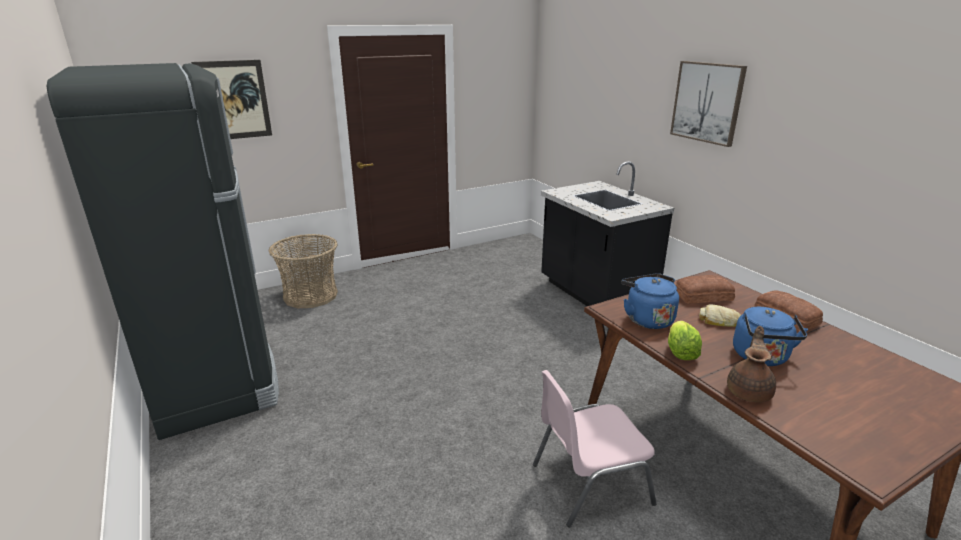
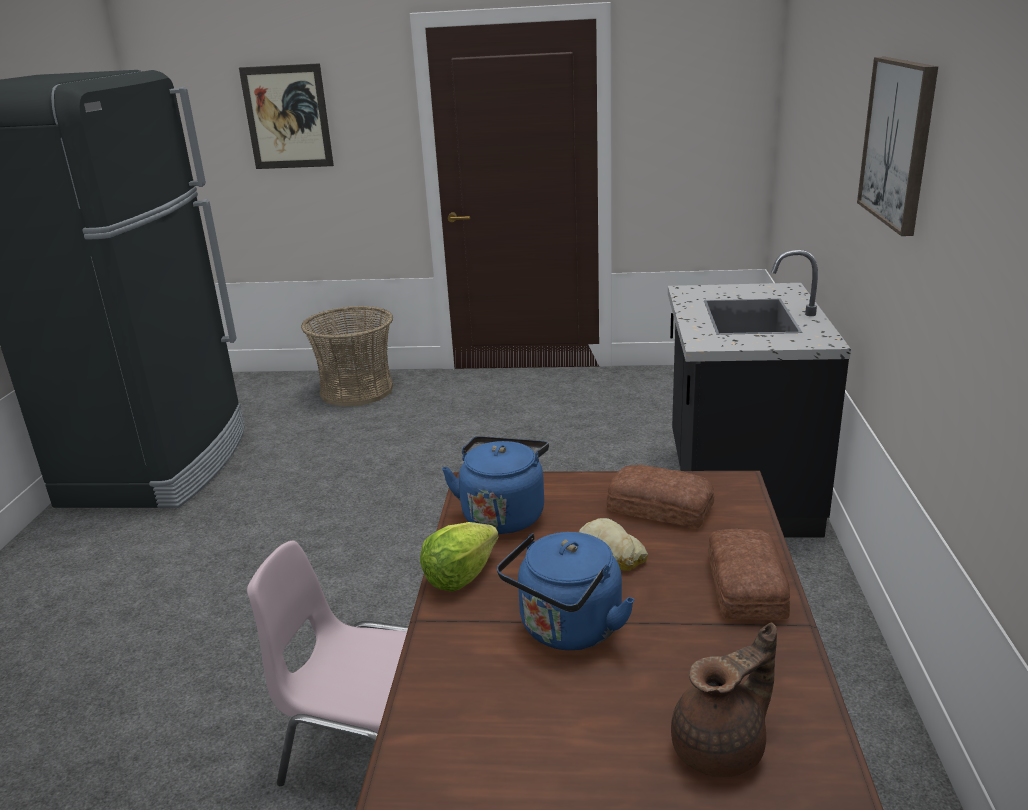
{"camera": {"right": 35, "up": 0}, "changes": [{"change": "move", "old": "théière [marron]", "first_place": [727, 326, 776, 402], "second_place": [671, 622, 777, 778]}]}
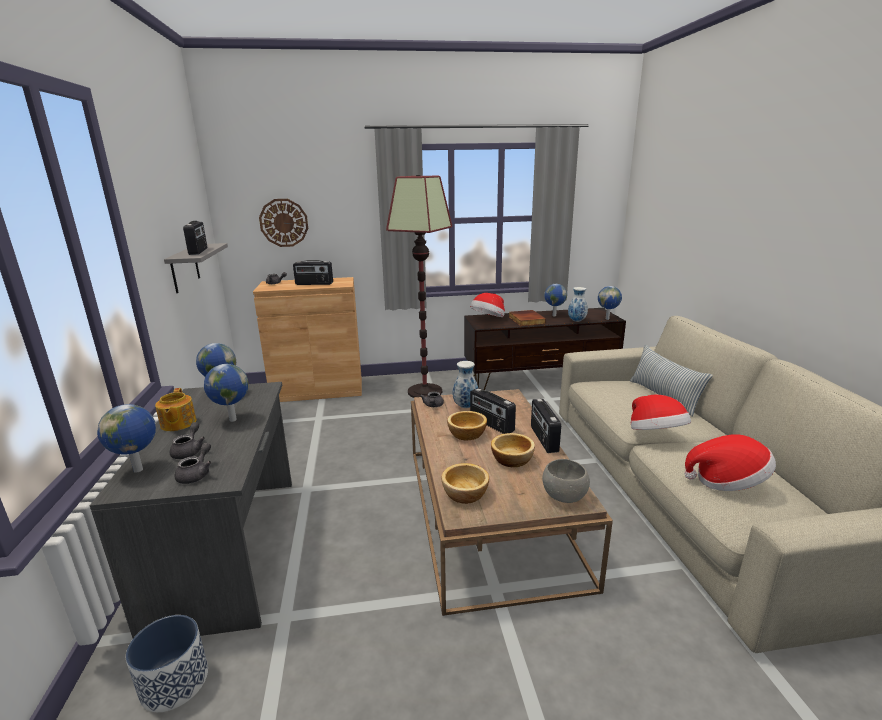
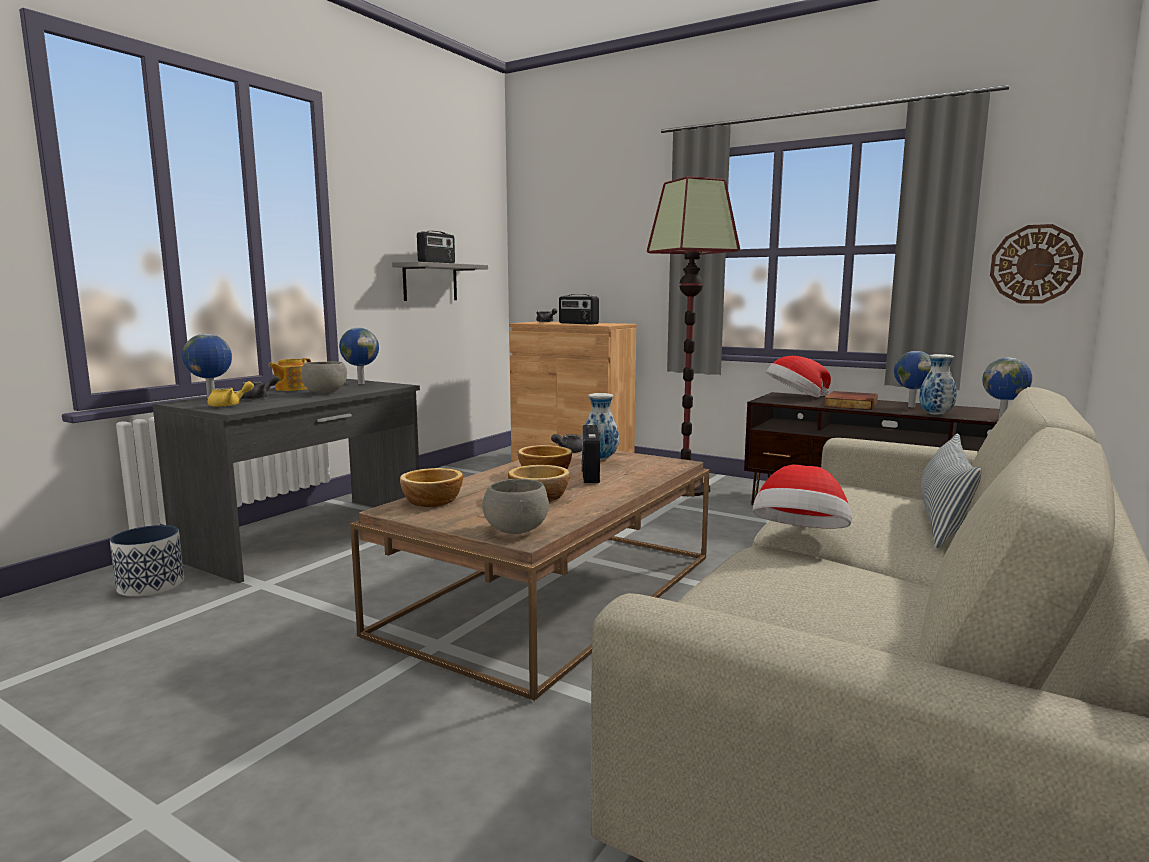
{"camera": {"right": 40, "up": -10}, "changes": [{"change": "recolor", "old": "théière [gris]", "new": "théière [jaune]", "first_place": [175, 443, 212, 484], "second_place": [208, 381, 254, 407]}, {"change": "replace", "old": "globe", "new": "bol [gris]", "first_place": [204, 364, 249, 422], "second_place": [301, 361, 347, 394]}, {"change": "move", "old": "horloge murale", "first_place": [259, 199, 308, 247], "second_place": [990, 224, 1083, 304]}, {"change": "delete", "old": "radio", "first_place": [531, 399, 561, 453]}, {"change": "delete", "old": "chapeau", "first_place": [684, 434, 776, 491]}]}
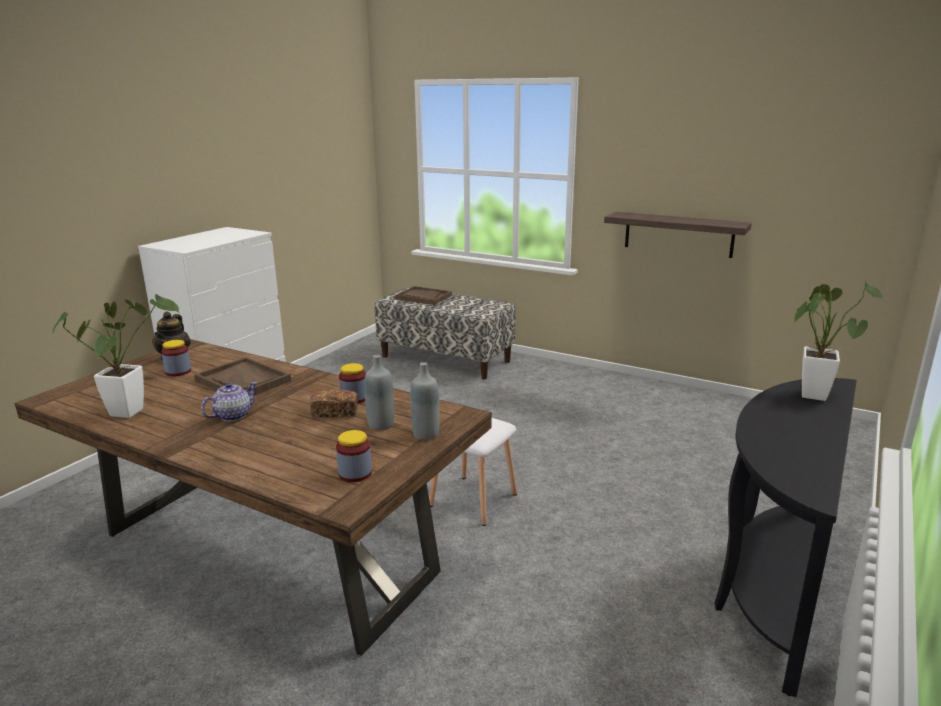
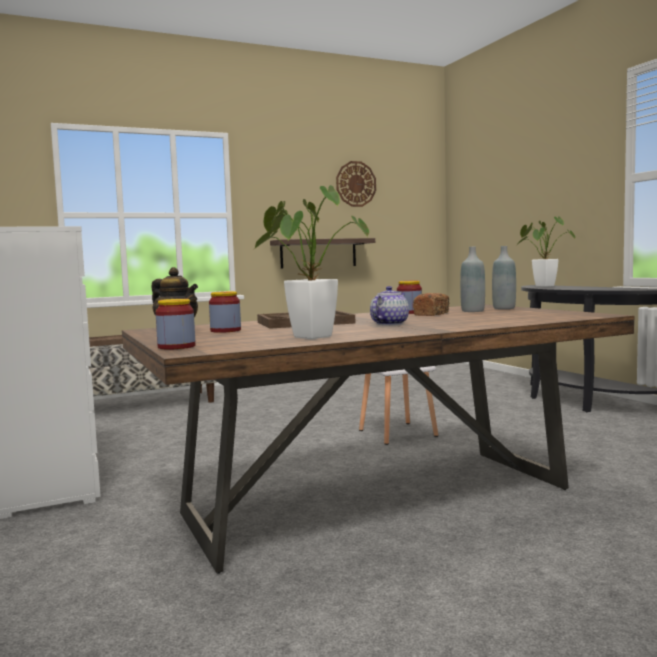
{"camera": {"right": -55, "up": -15}, "changes": [{"change": "move", "old": "bocal", "first_place": [336, 430, 372, 482], "second_place": [156, 299, 195, 349]}, {"change": "insert", "new": "horloge murale", "second_place": [336, 161, 376, 207]}, {"change": "rotate", "old": "théière", "first_place": [201, 382, 257, 421], "second_place": [370, 286, 409, 325], "degrees": 45}]}
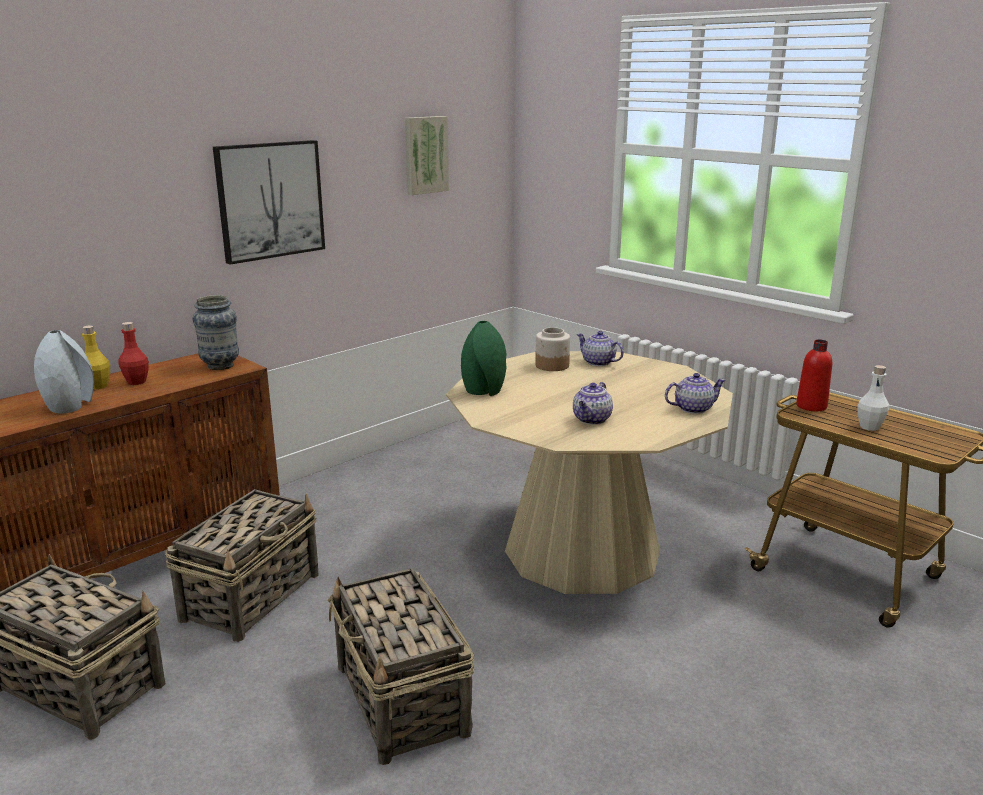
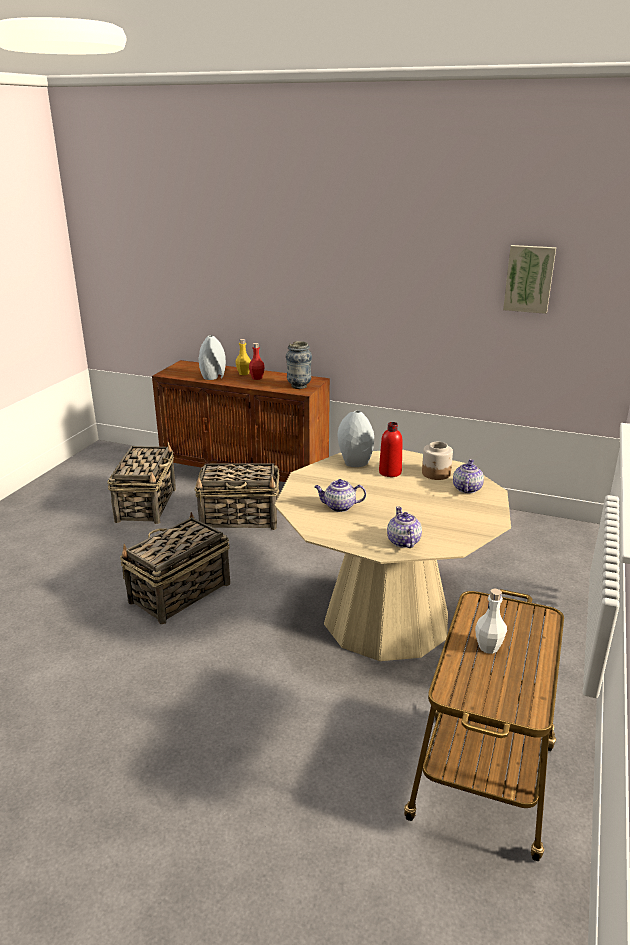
{"camera": {"right": 65, "up": 5}, "changes": [{"change": "recolor", "old": "vase [vert]", "new": "vase [gris]", "first_place": [461, 321, 507, 396], "second_place": [338, 410, 374, 467]}, {"change": "move", "old": "bouteille [rouge]", "first_place": [796, 340, 832, 411], "second_place": [379, 422, 403, 477]}, {"change": "rotate", "old": "théière", "first_place": [665, 373, 726, 414], "second_place": [387, 507, 422, 548], "degrees": -150}, {"change": "delete", "old": "tableau", "first_place": [213, 140, 325, 265]}]}
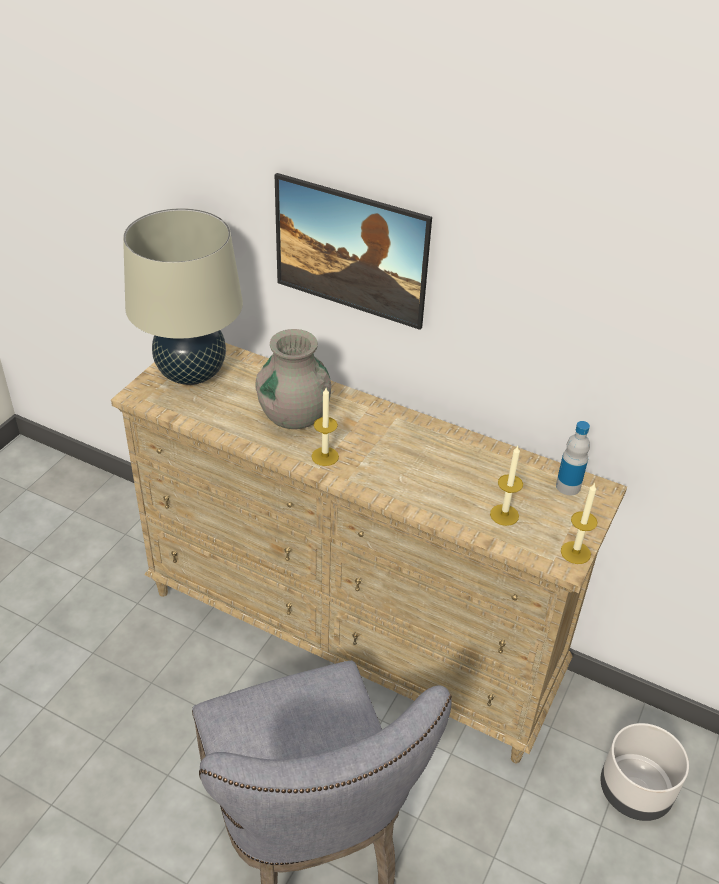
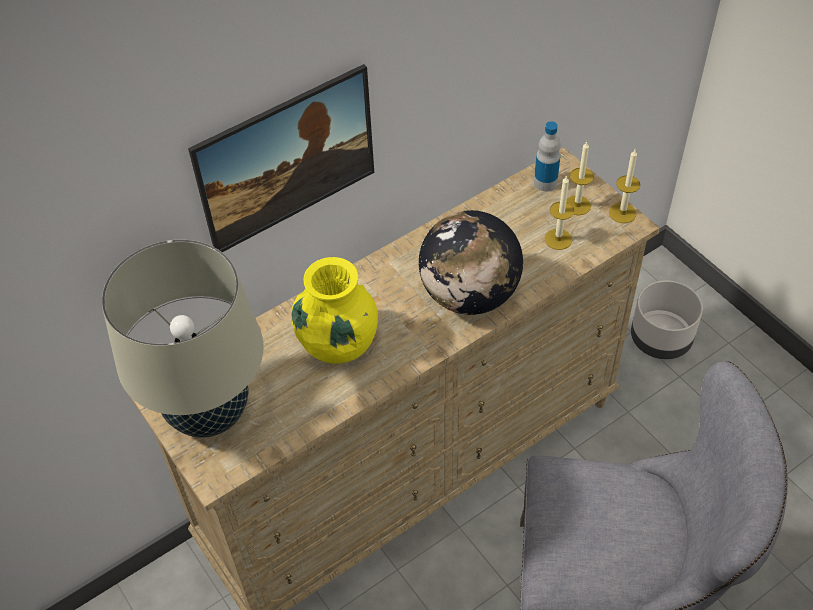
{"camera": {"right": -60, "up": 10}, "changes": [{"change": "recolor", "old": "vase [gris]", "new": "vase [jaune]", "first_place": [255, 329, 331, 429], "second_place": [291, 257, 378, 364]}, {"change": "insert", "new": "globe", "second_place": [419, 210, 523, 315]}, {"change": "move", "old": "bougie", "first_place": [311, 388, 339, 466], "second_place": [566, 142, 594, 216]}]}
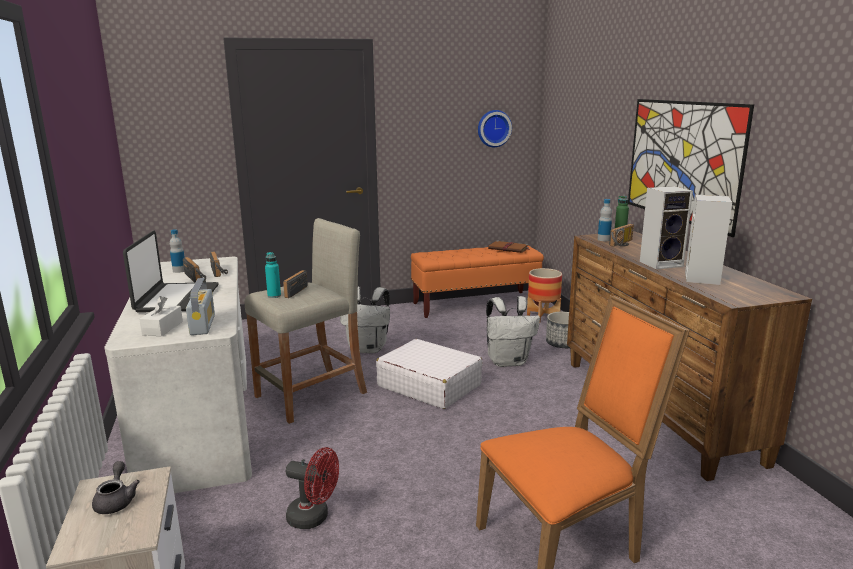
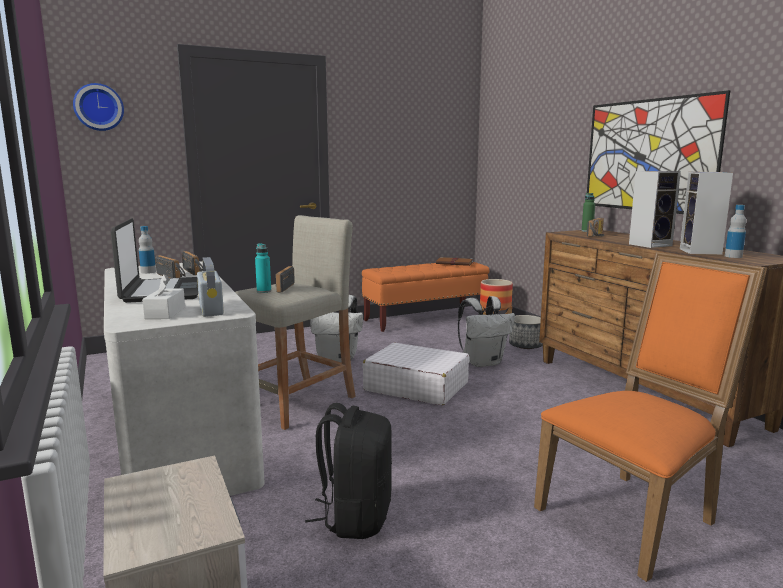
{"camera": {"right": -10, "up": -5}, "changes": [{"change": "move", "old": "horloge murale", "first_place": [478, 110, 512, 147], "second_place": [73, 83, 124, 131]}, {"change": "replace", "old": "ventilateur [rouge]", "new": "sac à dos [noir]", "first_place": [286, 447, 339, 529], "second_place": [305, 403, 392, 539]}, {"change": "move", "old": "bouteille", "first_place": [598, 199, 612, 241], "second_place": [725, 205, 746, 258]}, {"change": "delete", "old": "théière [gris]", "first_place": [92, 461, 140, 514]}]}
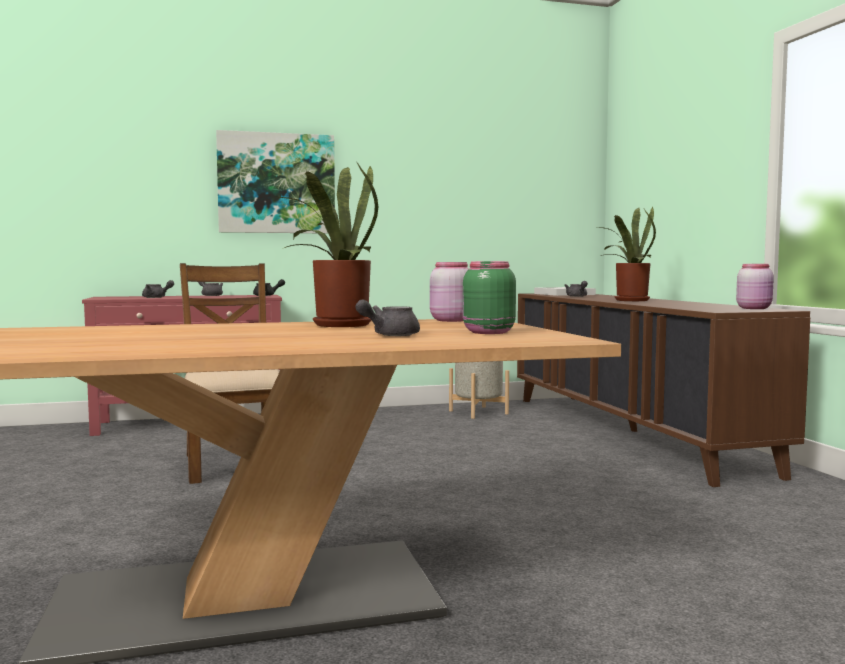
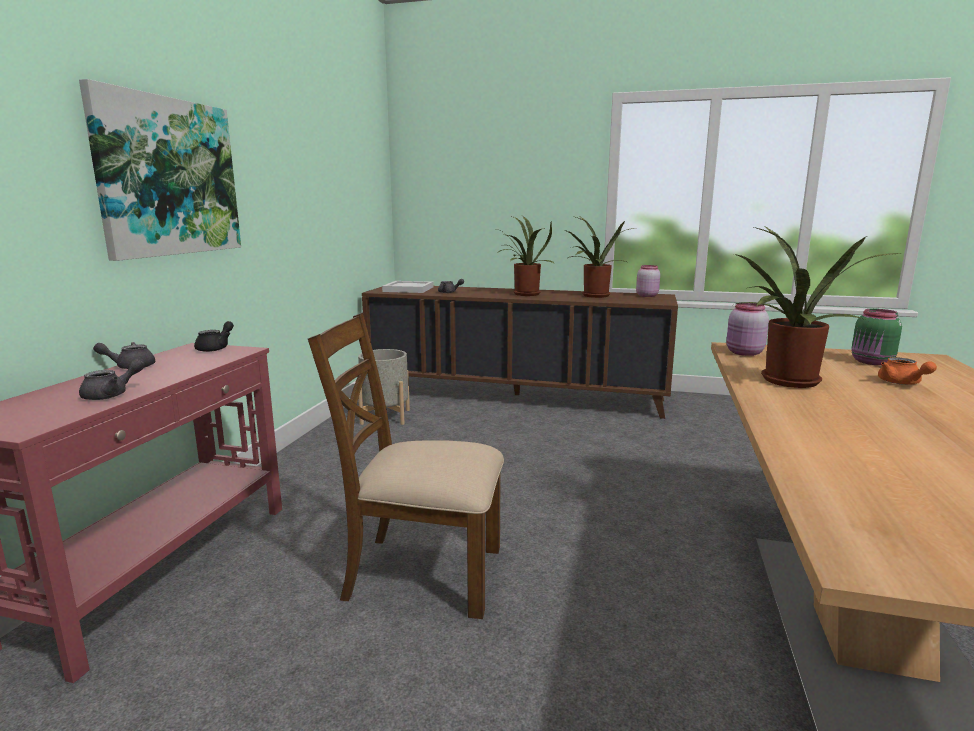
{"camera": {"right": -60, "up": 10}, "changes": [{"change": "insert", "new": "plante en pot", "second_place": [564, 217, 635, 298]}, {"change": "recolor", "old": "théière [gris]", "new": "théière [orange]", "first_place": [356, 299, 420, 336], "second_place": [878, 357, 937, 385]}]}
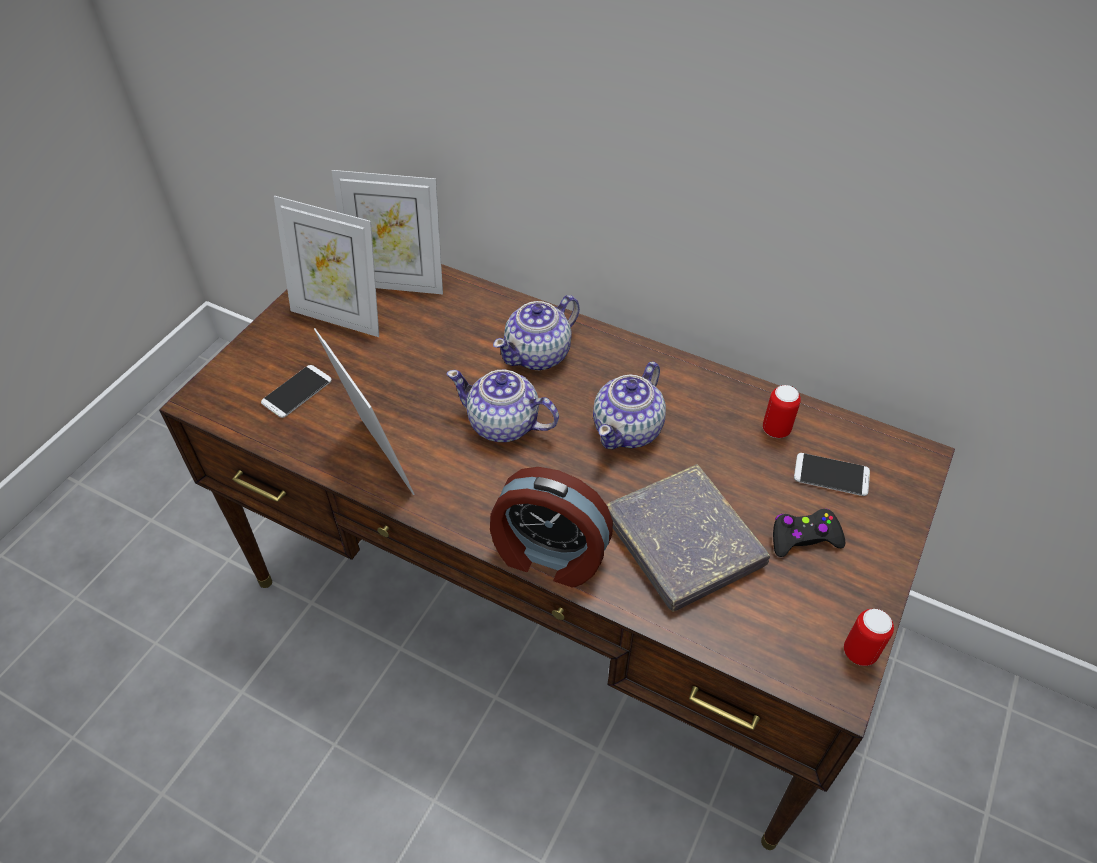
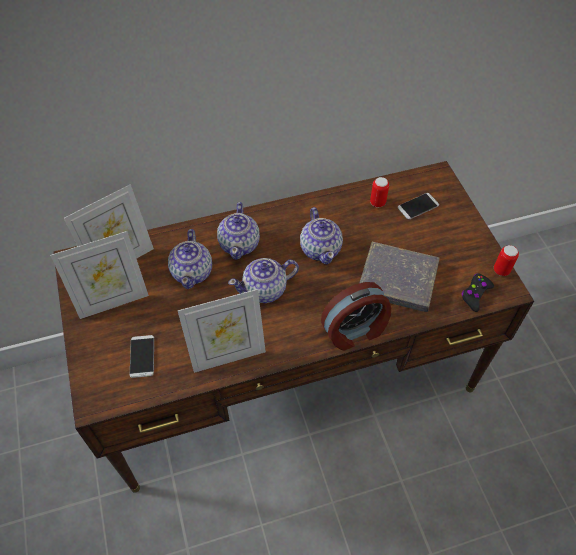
{"camera": {"right": -45, "up": 5}, "changes": [{"change": "insert", "new": "théière", "second_place": [168, 229, 212, 289]}, {"change": "rotate", "old": "cadre photo", "first_place": [314, 328, 414, 495], "second_place": [177, 289, 266, 373], "degrees": 150}, {"change": "move", "old": "manette [noir]", "first_place": [773, 509, 845, 557], "second_place": [462, 274, 494, 312]}]}
